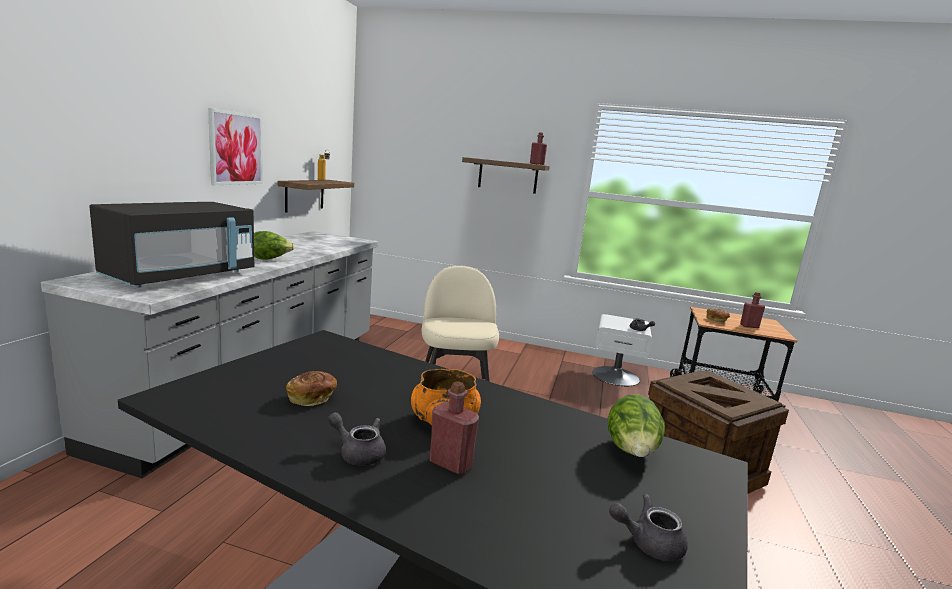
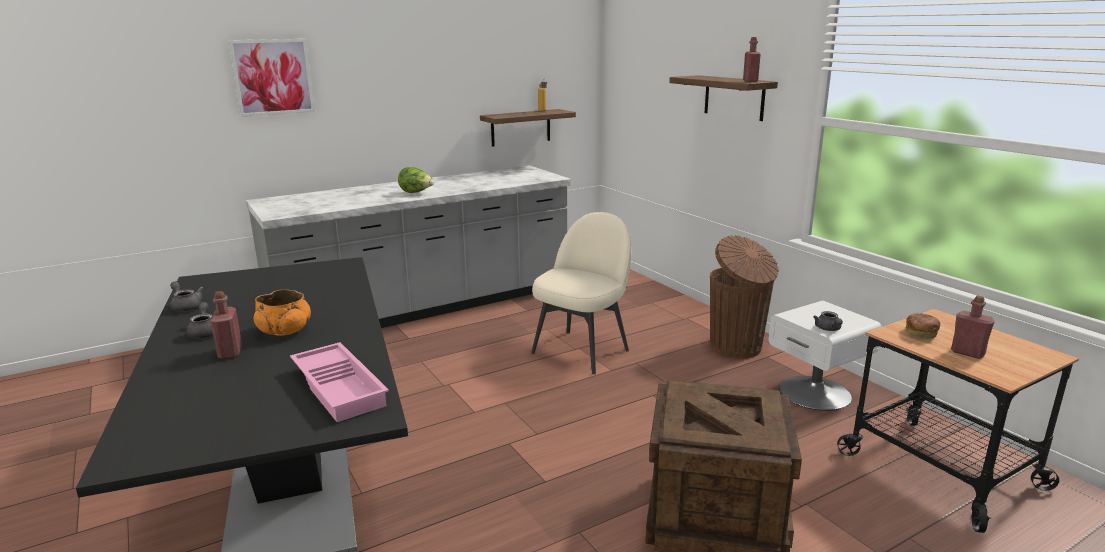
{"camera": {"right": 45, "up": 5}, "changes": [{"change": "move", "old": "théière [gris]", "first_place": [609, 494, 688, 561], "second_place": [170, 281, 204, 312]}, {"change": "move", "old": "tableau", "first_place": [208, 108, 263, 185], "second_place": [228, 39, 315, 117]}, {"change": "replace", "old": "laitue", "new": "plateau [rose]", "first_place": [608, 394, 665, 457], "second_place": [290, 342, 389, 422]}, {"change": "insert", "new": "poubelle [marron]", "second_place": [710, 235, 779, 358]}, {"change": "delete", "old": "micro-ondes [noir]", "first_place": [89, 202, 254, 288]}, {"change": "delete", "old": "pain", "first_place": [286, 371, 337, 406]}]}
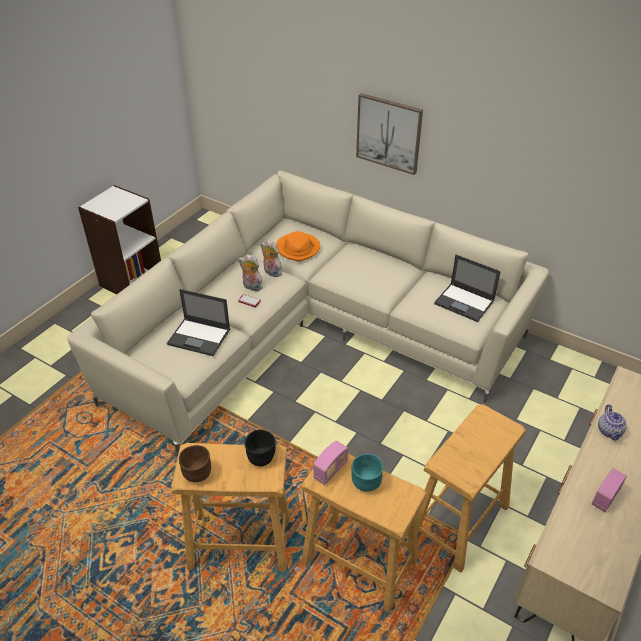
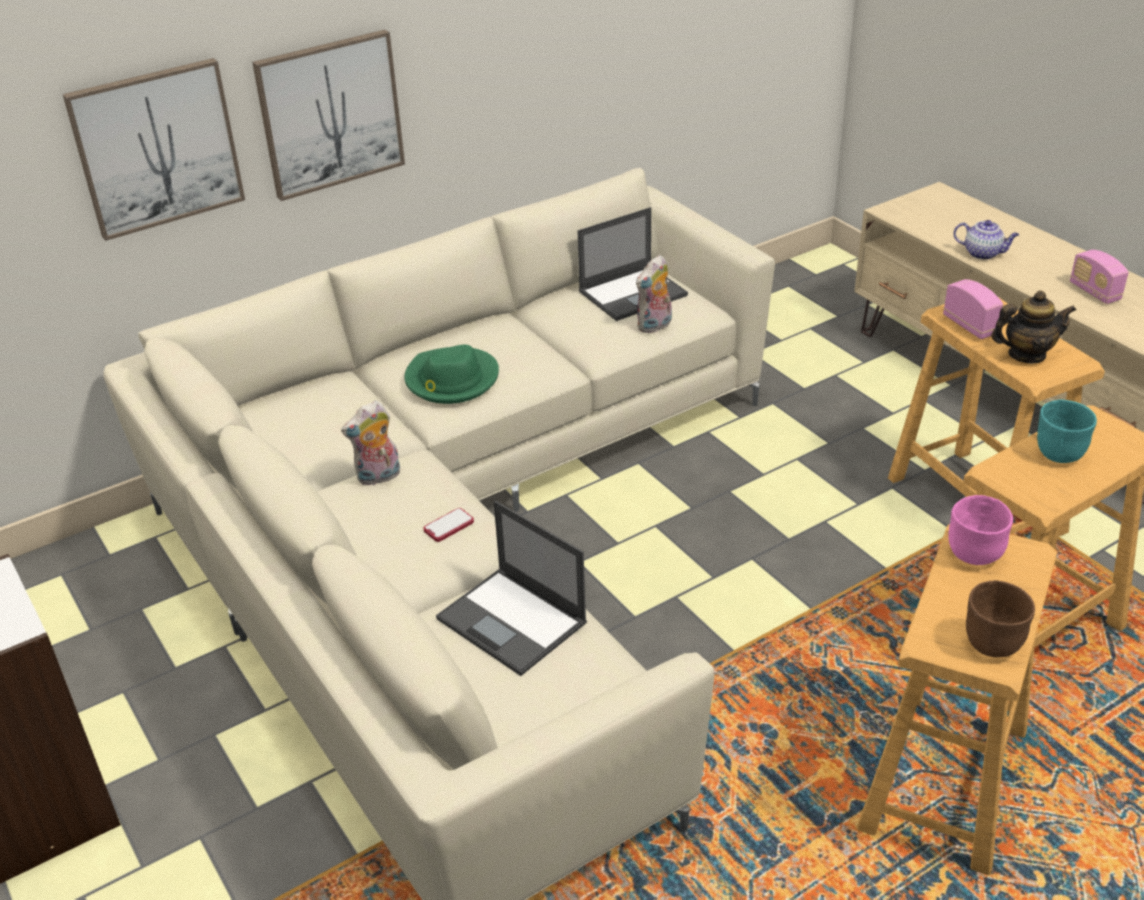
{"camera": {"right": -65, "up": -5}, "changes": [{"change": "insert", "new": "tableau", "second_place": [63, 58, 245, 241]}, {"change": "insert", "new": "chapeau [vert]", "second_place": [404, 344, 499, 404]}, {"change": "rotate", "old": "ordinateur portable", "first_place": [167, 289, 230, 356], "second_place": [436, 501, 587, 676], "degrees": 90}, {"change": "move", "old": "peluche", "first_place": [238, 254, 263, 291], "second_place": [636, 255, 672, 334]}, {"change": "move", "old": "radio", "first_place": [313, 441, 348, 485], "second_place": [943, 279, 1003, 339]}, {"change": "recolor", "old": "bol [noir]", "new": "bol [rose]", "first_place": [245, 429, 276, 466], "second_place": [948, 495, 1013, 565]}, {"change": "insert", "new": "théière", "second_place": [991, 291, 1076, 364]}, {"change": "delete", "old": "chapeau [orange]", "first_place": [276, 231, 320, 261]}]}
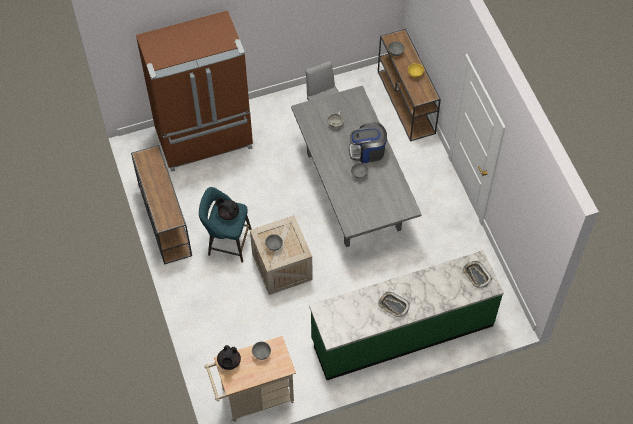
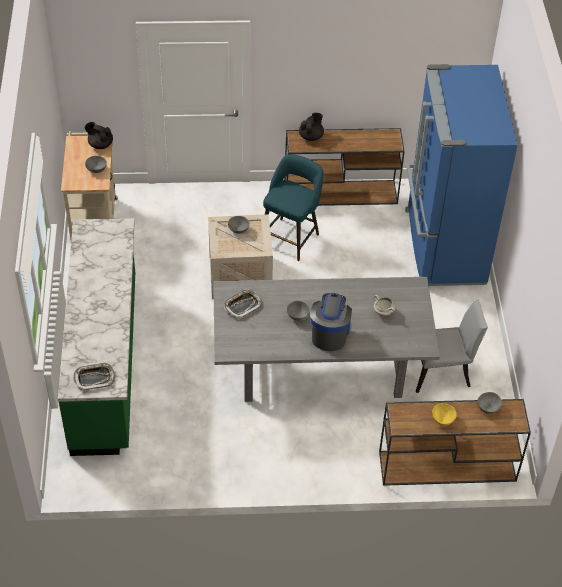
{"camera": {"right": 105, "up": -10}, "changes": [{"change": "move", "old": "plateau", "first_place": [378, 292, 410, 317], "second_place": [224, 289, 263, 319]}, {"change": "move", "old": "théière [noir]", "first_place": [215, 198, 239, 220], "second_place": [299, 113, 324, 141]}, {"change": "recolor", "old": "réfrigérateur [marron]", "new": "réfrigérateur [bleu]", "first_place": [136, 10, 253, 172], "second_place": [405, 64, 518, 286]}]}
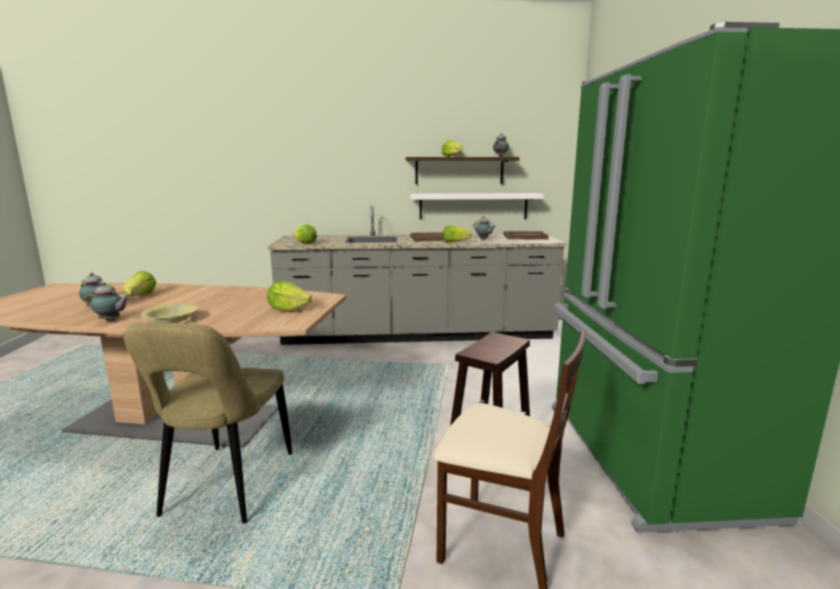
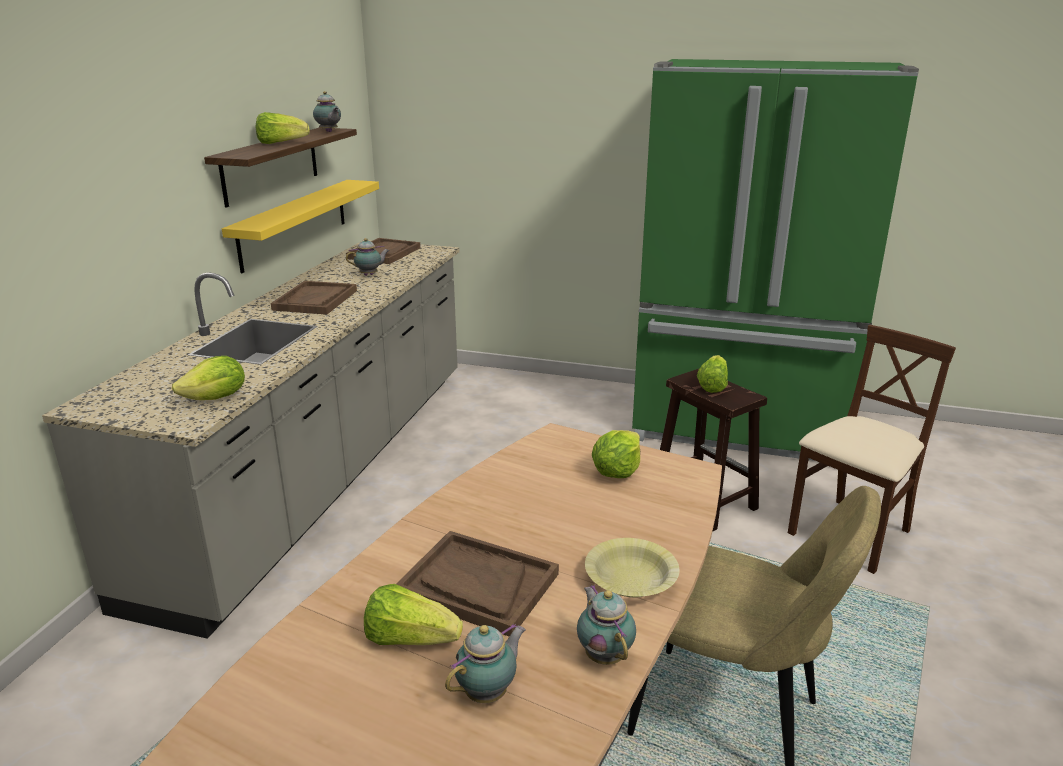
{"camera": {"right": -70, "up": 10}, "changes": [{"change": "recolor", "old": "étagère [blanc]", "new": "étagère [jaune]", "first_place": [410, 193, 544, 220], "second_place": [222, 180, 379, 273]}, {"change": "insert", "new": "plateau [marron]", "second_place": [396, 531, 559, 637]}, {"change": "rotate", "old": "théière", "first_place": [86, 282, 130, 321], "second_place": [577, 585, 636, 665], "degrees": -45}, {"change": "move", "old": "laitue", "first_place": [443, 225, 472, 243], "second_place": [697, 355, 728, 393]}]}
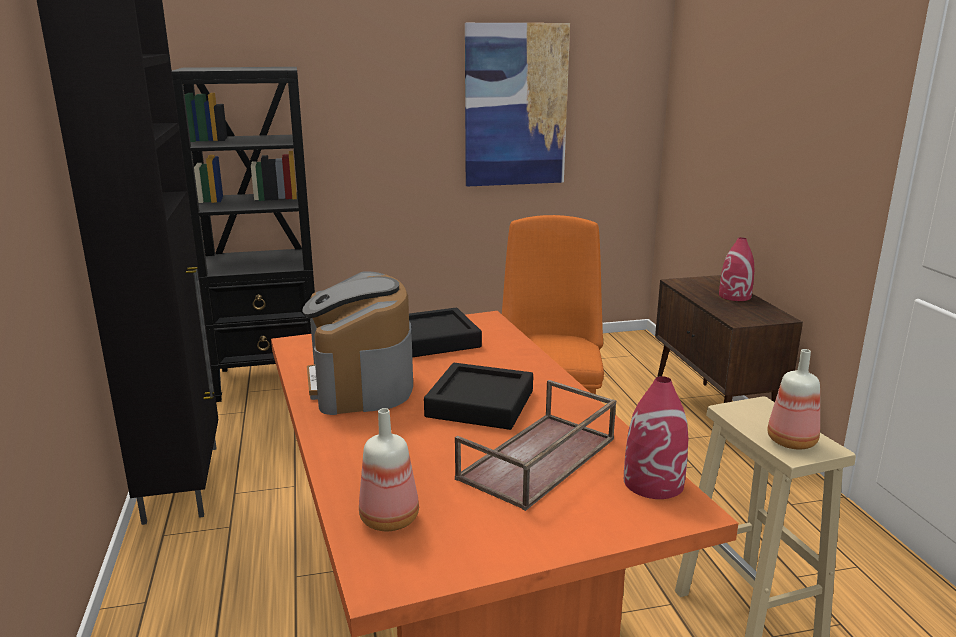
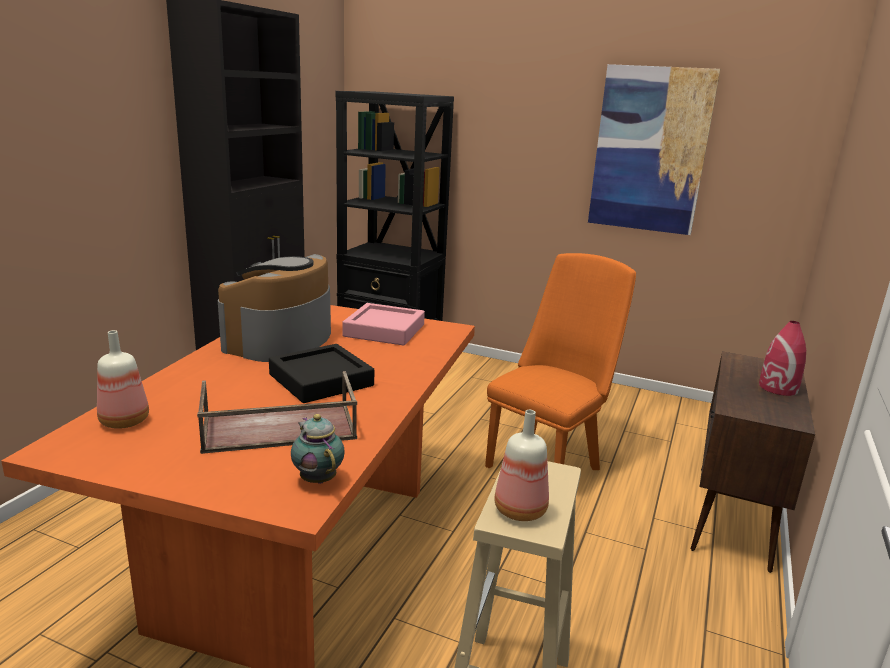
{"camera": {"right": 35, "up": 0}, "changes": [{"change": "replace", "old": "vase [rouge]", "new": "théière", "first_place": [624, 376, 688, 499], "second_place": [291, 414, 345, 484]}, {"change": "recolor", "old": "plateau [noir]", "new": "plateau [rose]", "first_place": [409, 308, 482, 357], "second_place": [342, 303, 425, 346]}]}
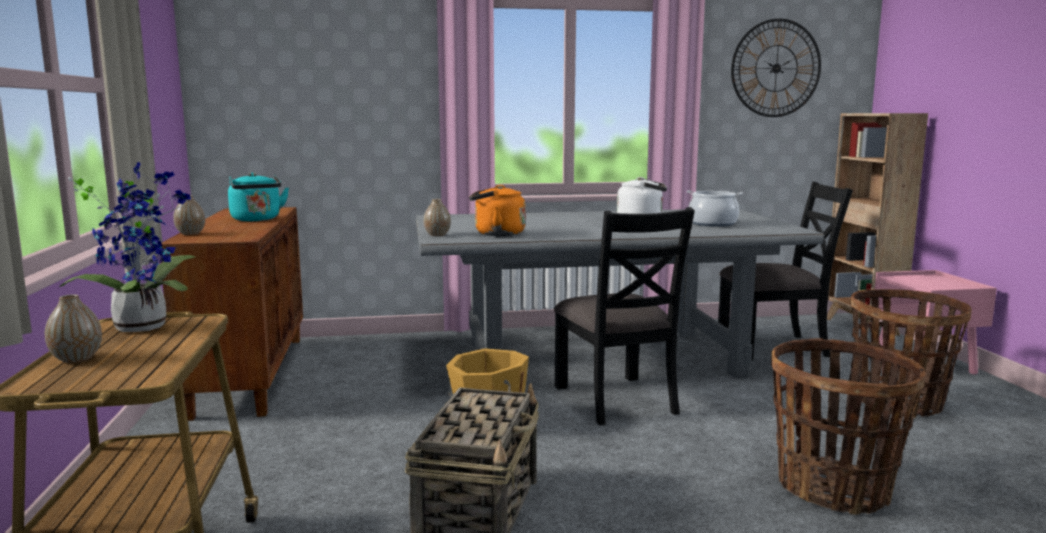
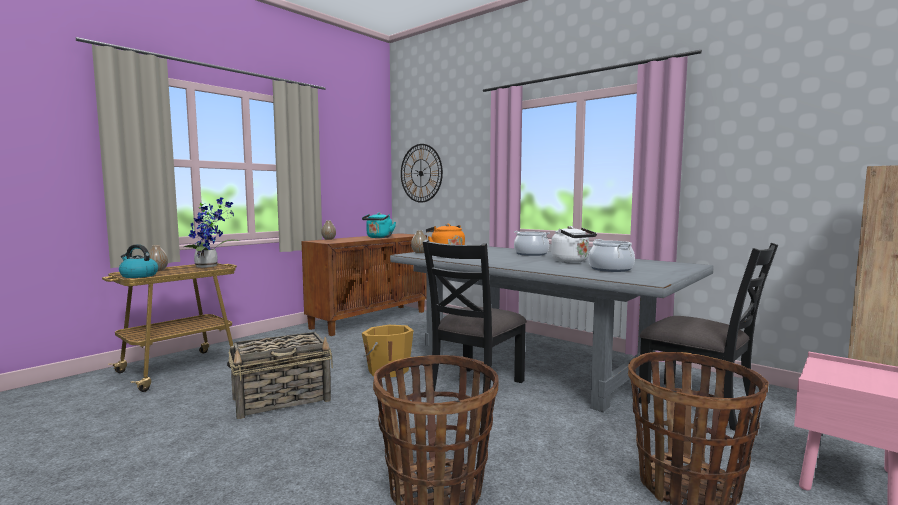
{"camera": {"right": 50, "up": -5}, "changes": [{"change": "insert", "new": "bouilloire", "second_place": [119, 244, 158, 278]}, {"change": "move", "old": "horloge murale", "first_place": [731, 19, 821, 117], "second_place": [401, 144, 443, 203]}, {"change": "insert", "new": "marmite", "second_place": [514, 231, 550, 256]}]}
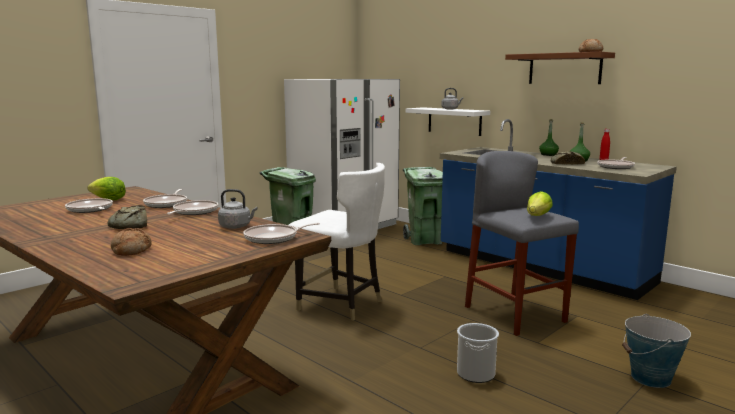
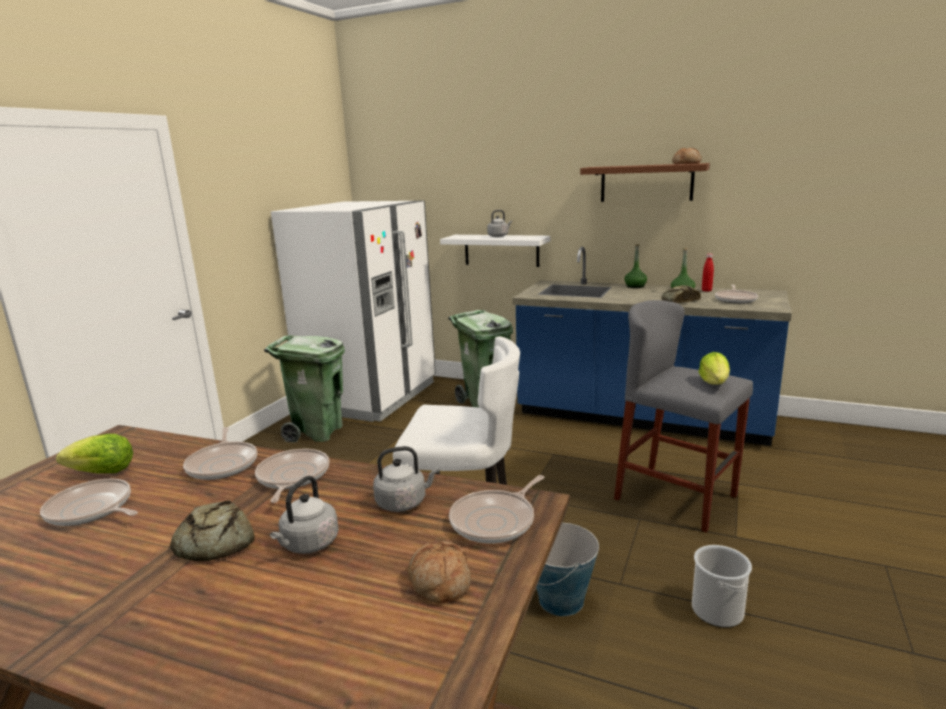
{"camera": {"right": -20, "up": 5}, "changes": [{"change": "insert", "new": "bouilloire [gris]", "second_place": [270, 476, 339, 554]}, {"change": "move", "old": "pain", "first_place": [111, 228, 151, 256], "second_place": [408, 541, 471, 604]}, {"change": "move", "old": "seau", "first_place": [622, 314, 691, 388], "second_place": [536, 523, 599, 616]}]}
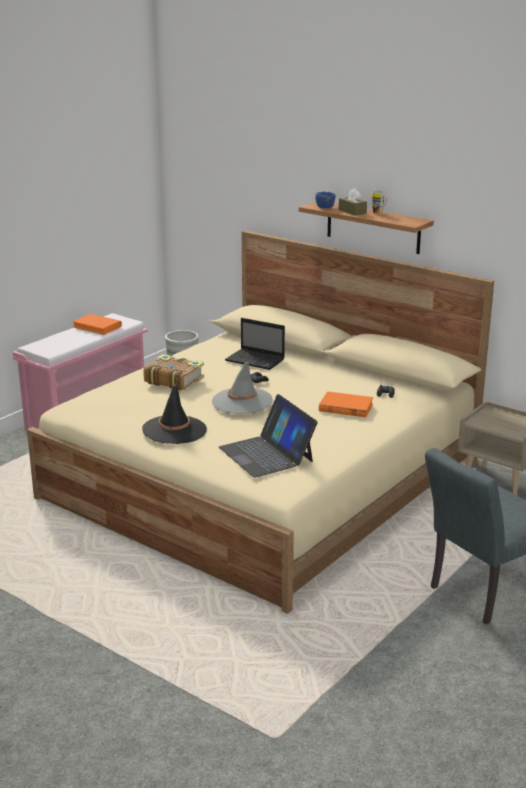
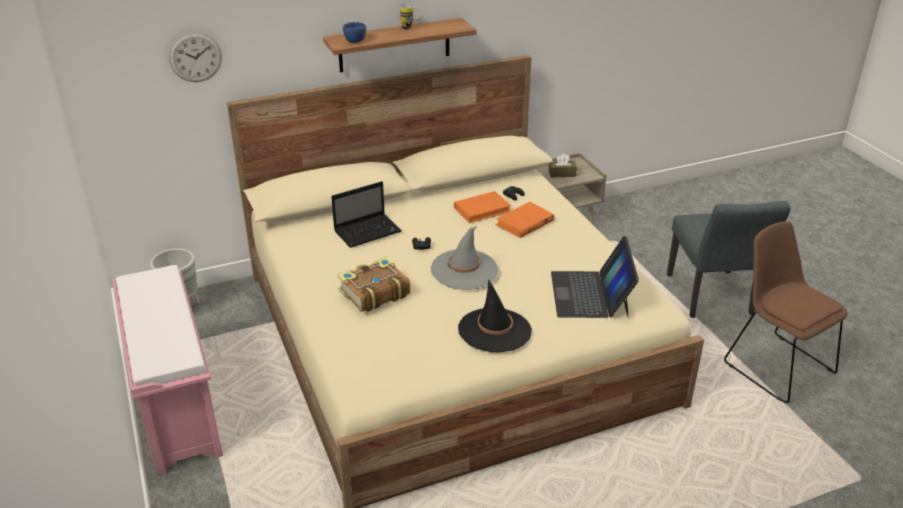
{"camera": {"right": -60, "up": 10}, "changes": [{"change": "insert", "new": "horloge murale", "second_place": [169, 32, 222, 82]}, {"change": "move", "old": "livre [orange]", "first_place": [72, 314, 122, 335], "second_place": [454, 191, 511, 223]}, {"change": "move", "old": "boîte à mouchoirs [marron]", "first_place": [339, 188, 367, 216], "second_place": [549, 154, 577, 178]}, {"change": "rotate", "old": "ordinateur portable", "first_place": [219, 394, 318, 478], "second_place": [551, 236, 639, 318], "degrees": 90}, {"change": "insert", "new": "chaise [marron]", "second_place": [724, 221, 848, 403]}]}
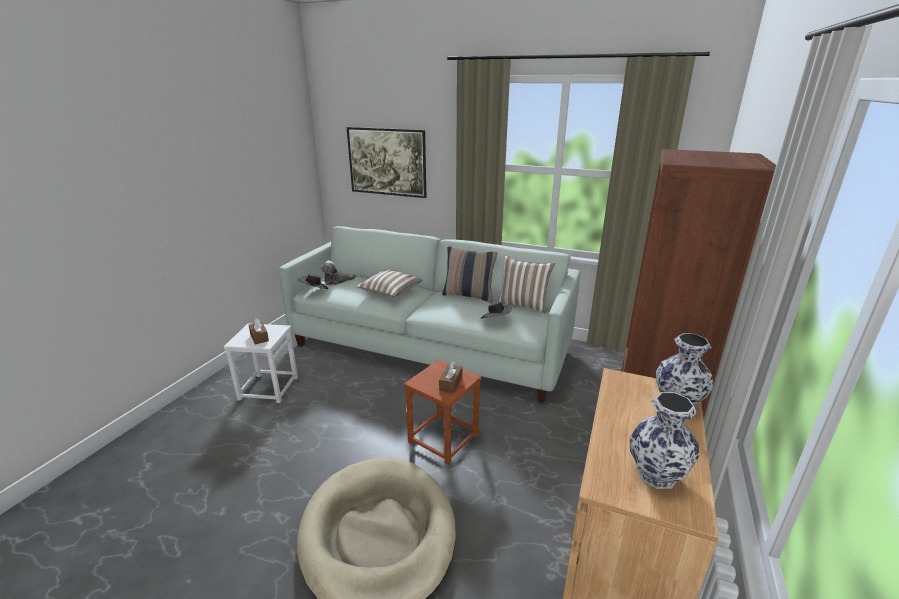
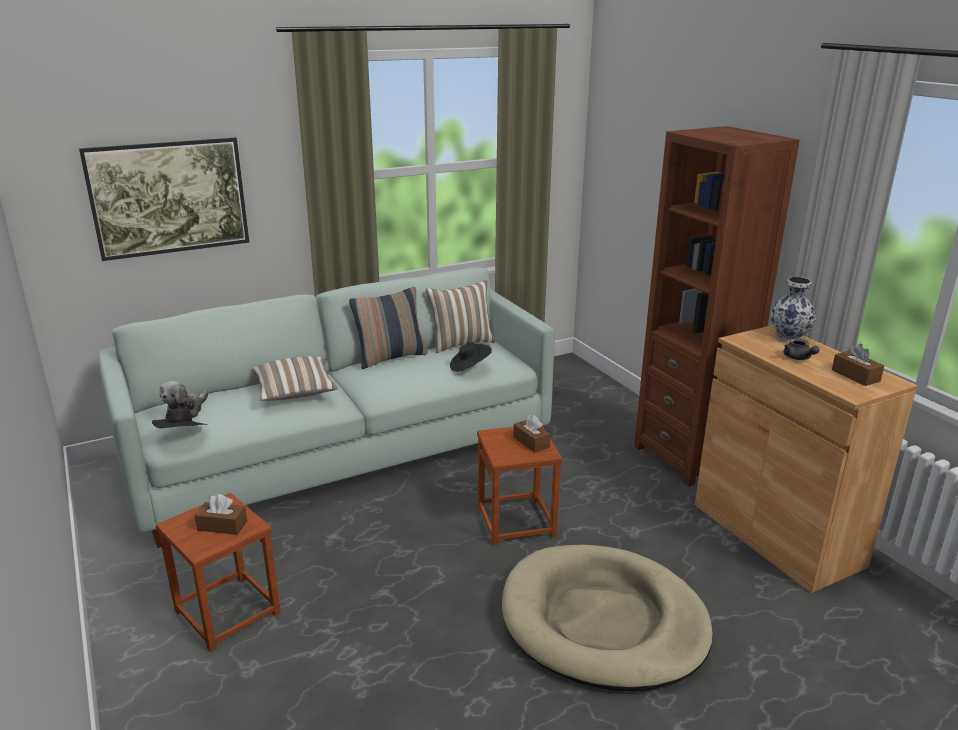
{"camera": {"right": -50, "up": 0}, "changes": [{"change": "recolor", "old": "tabouret [blanc]", "new": "tabouret [marron]", "first_place": [224, 323, 298, 403], "second_place": [156, 493, 281, 652]}, {"change": "insert", "new": "théière [gris]", "second_place": [783, 338, 819, 360]}, {"change": "replace", "old": "vase", "new": "boîte à mouchoirs [marron]", "first_place": [629, 392, 699, 489], "second_place": [832, 344, 884, 386]}]}
